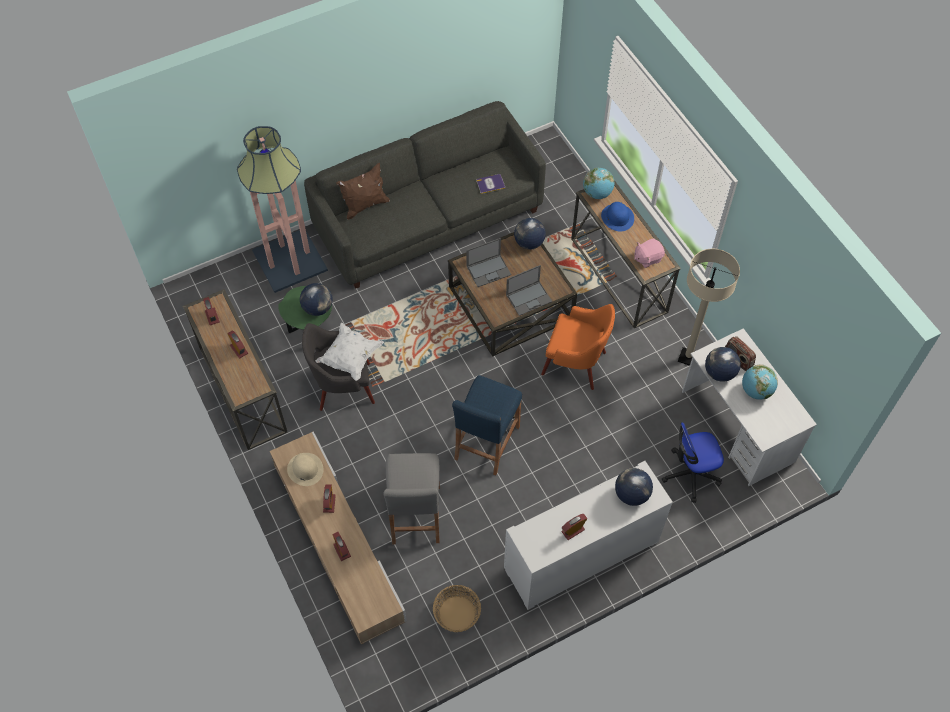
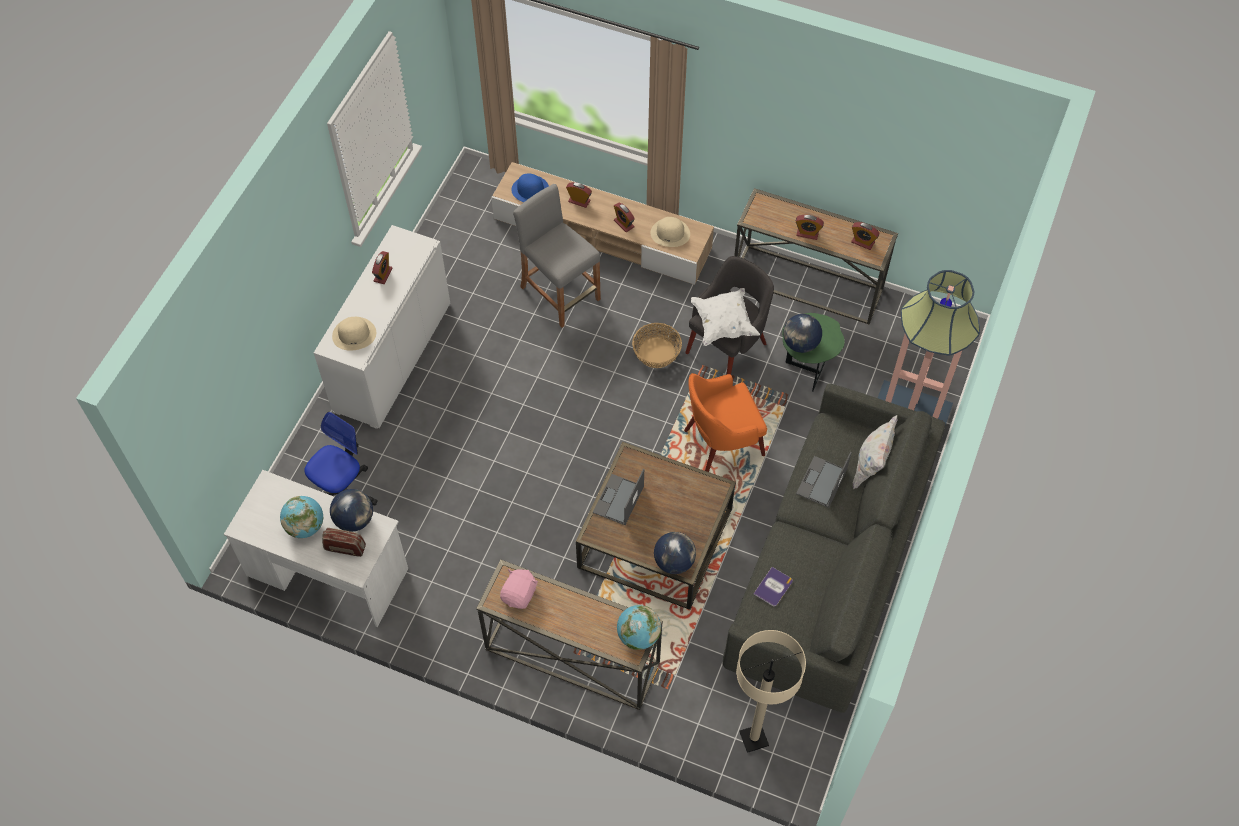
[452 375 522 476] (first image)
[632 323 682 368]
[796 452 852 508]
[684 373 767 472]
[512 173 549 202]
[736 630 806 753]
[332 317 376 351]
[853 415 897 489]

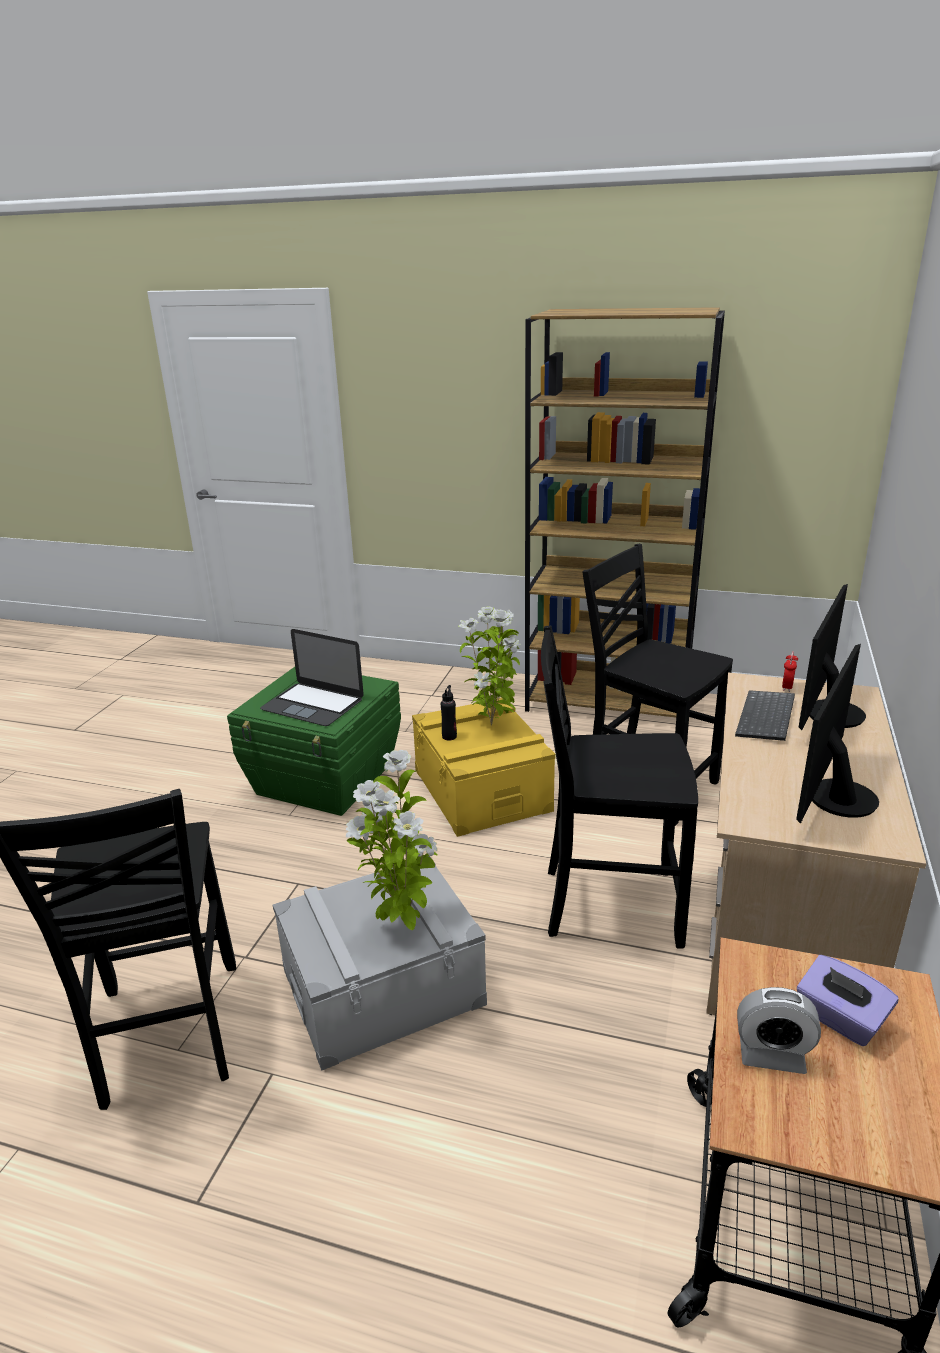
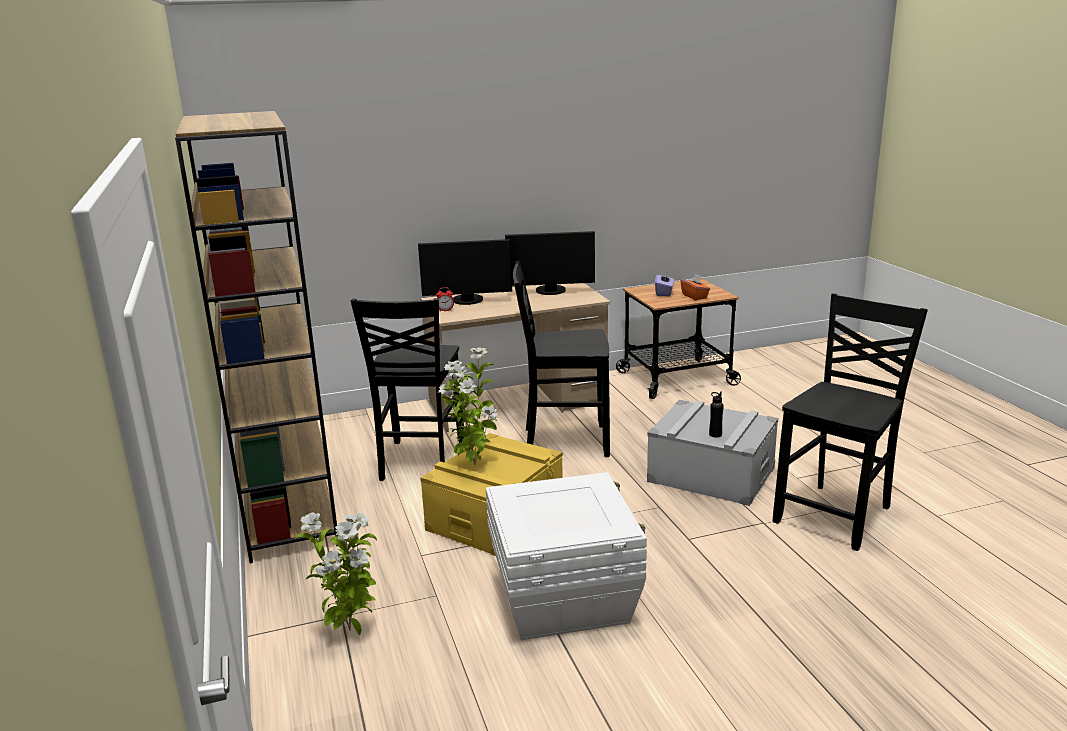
[260 629 364 726] (first image)
[735 690 795 741] (first image)
[295 513 377 635]
[709 391 724 438]
[680 273 710 300]
[486 472 647 640]
[513 261 610 457]

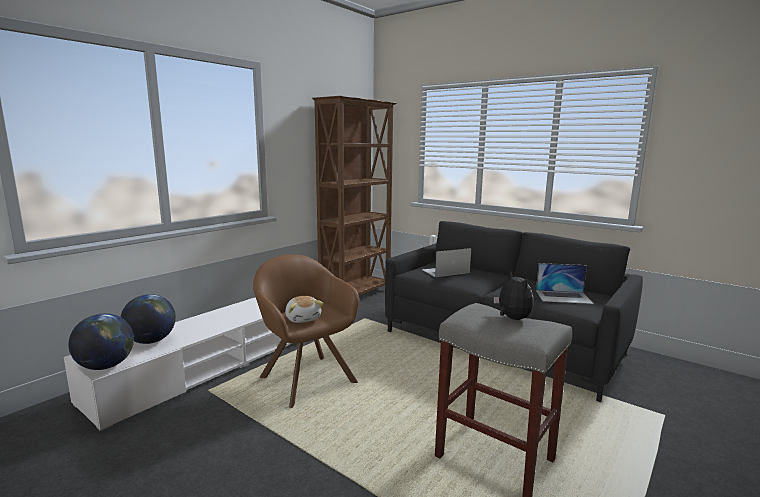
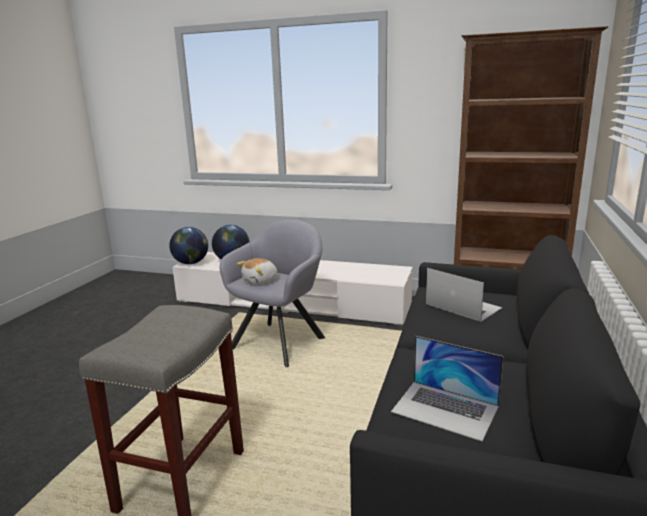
[494 271 534 320] (first image)
[220 220 325 367]
[391 336 503 441]

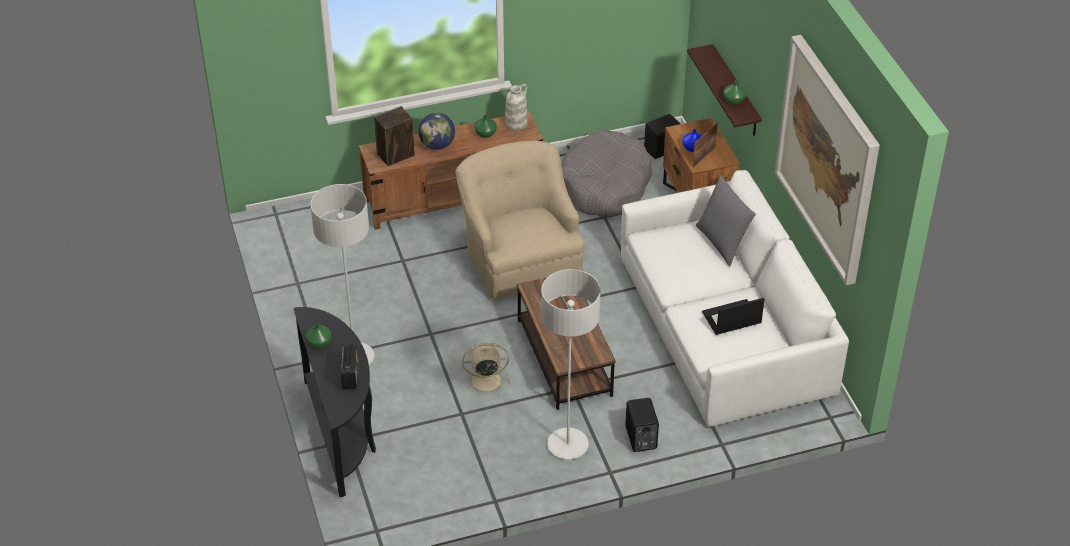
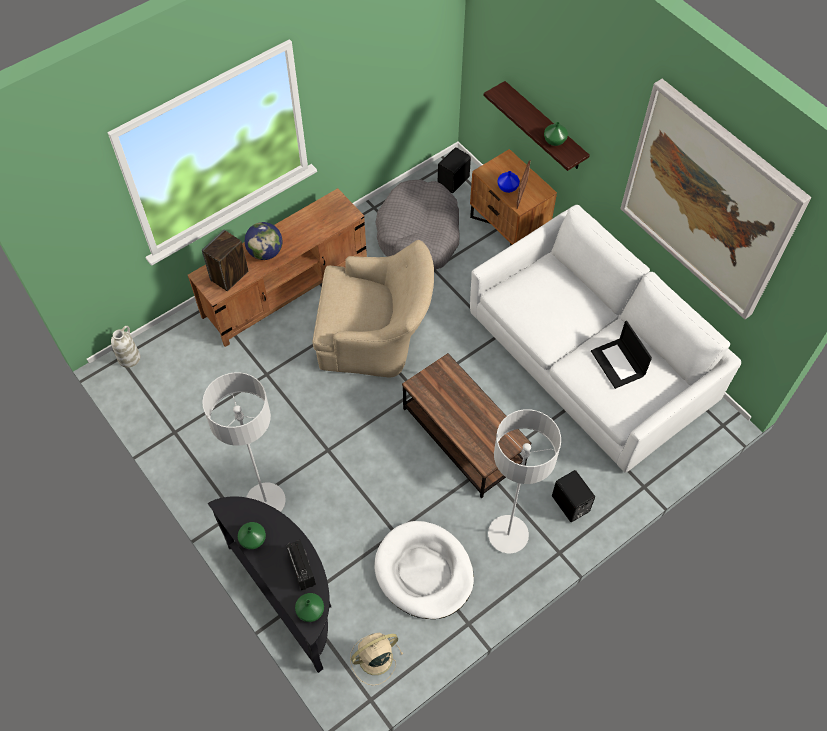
[696 175 756 267] (first image)
[374 521 474 619]
[350 632 403 686]
[295 593 324 622]
[111 326 140 368]
[313 240 434 378]
[591 321 652 389]

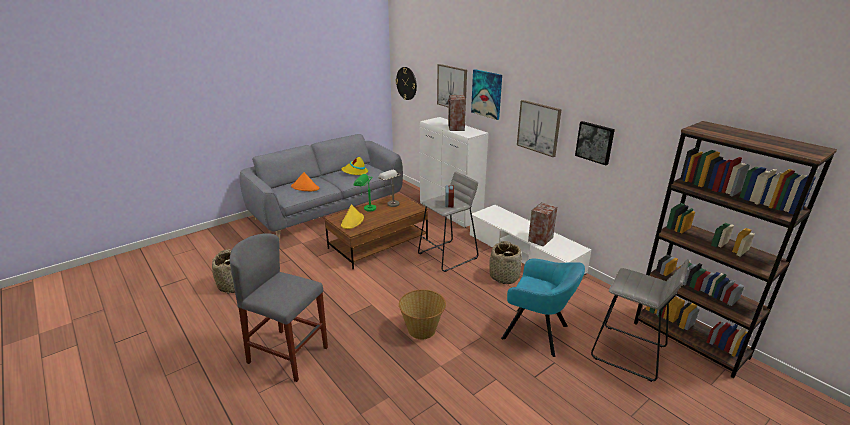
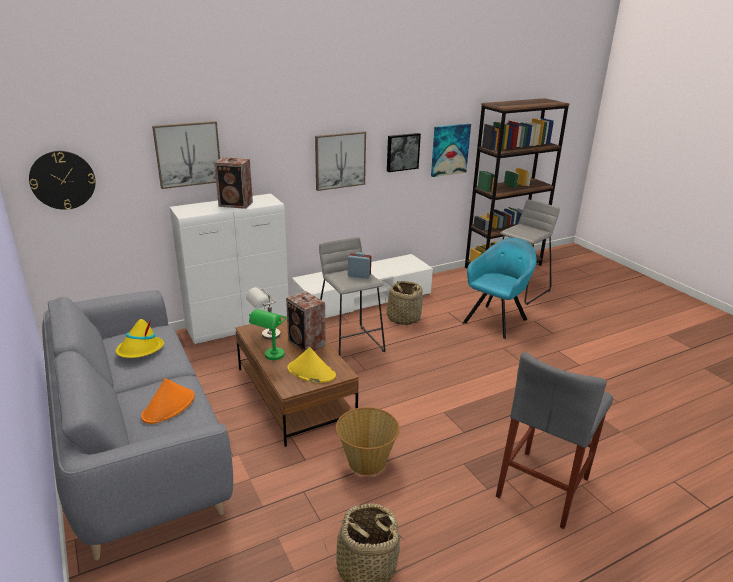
[336 407 400 476]
[431 124 471 177]
[286 291 326 352]

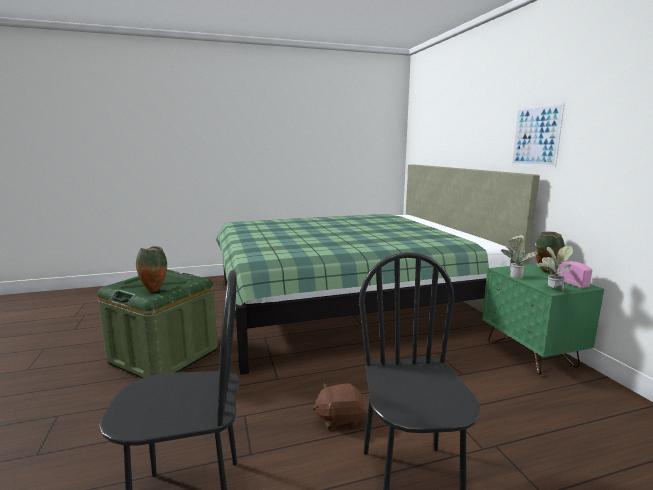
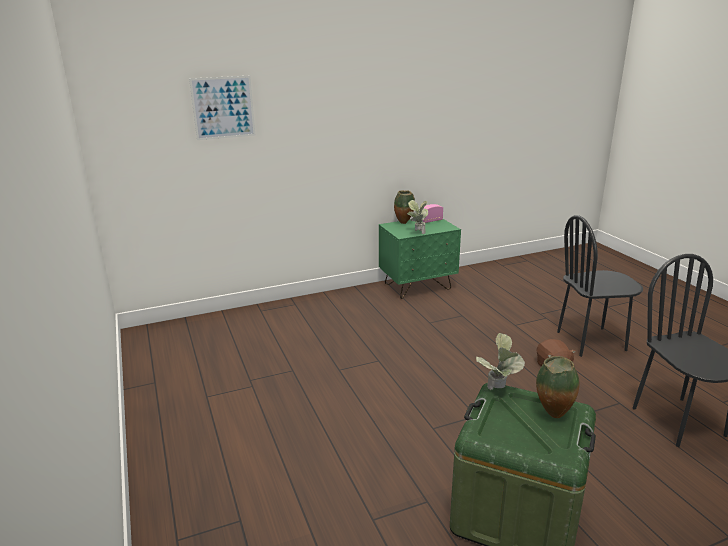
[216 164 540 375] (first image)
[189 76 255 140]
[476 333 525 390]

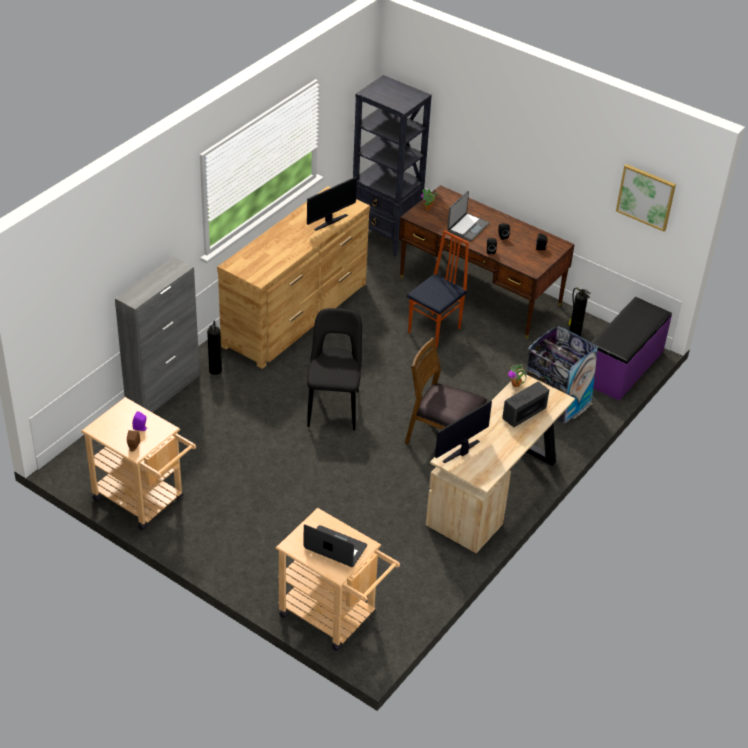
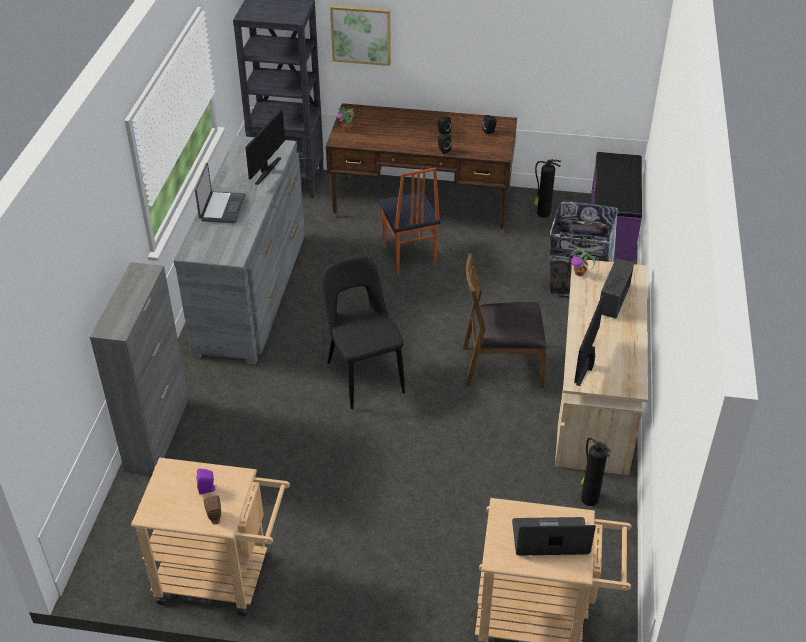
[581 437 611 506]
[195 163 245 223]
[330 5 391 66]
[173 136 305 365]
[378 167 441 274]

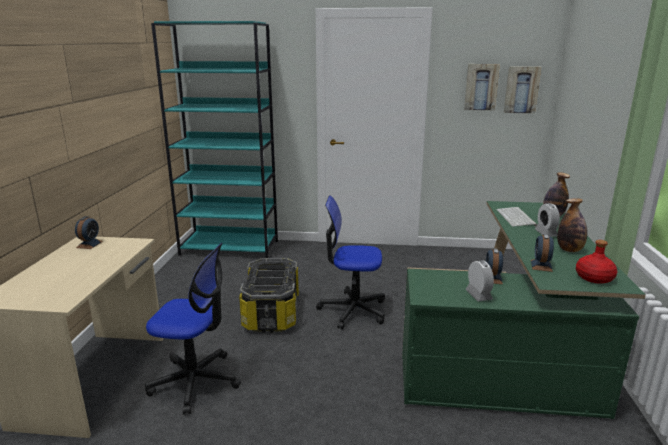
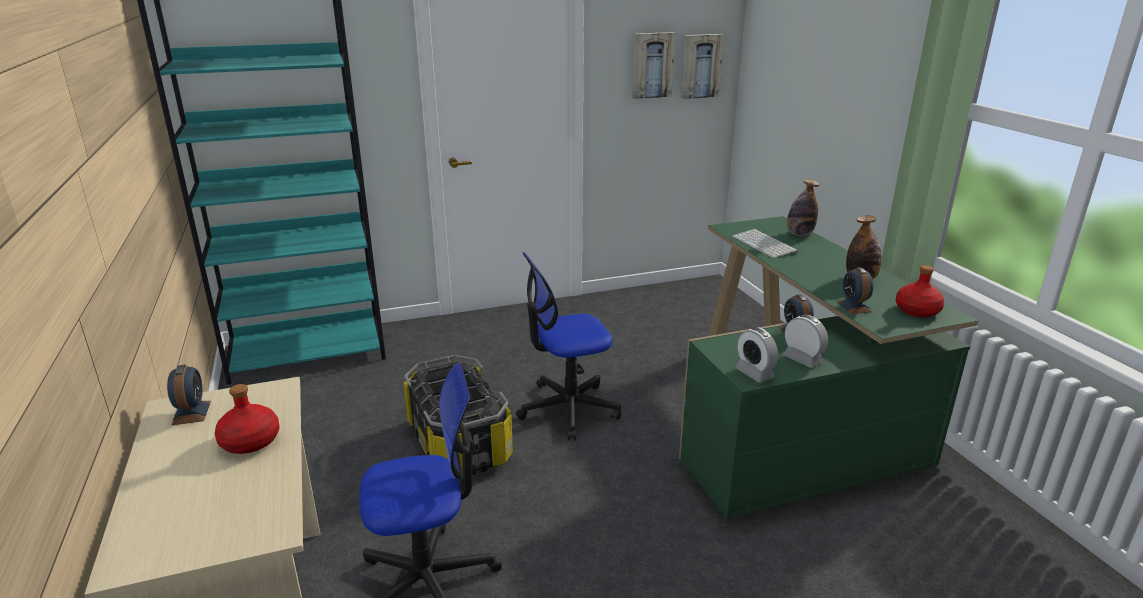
[215 384 279 454]
[735 328 778 383]

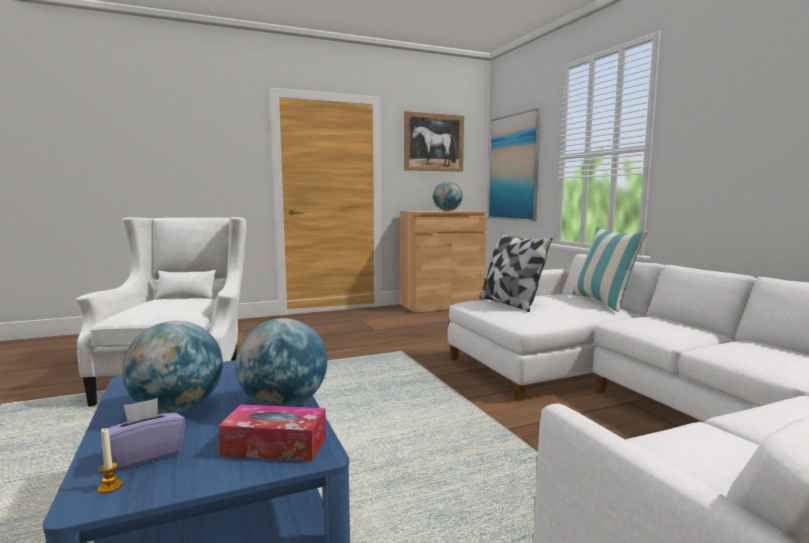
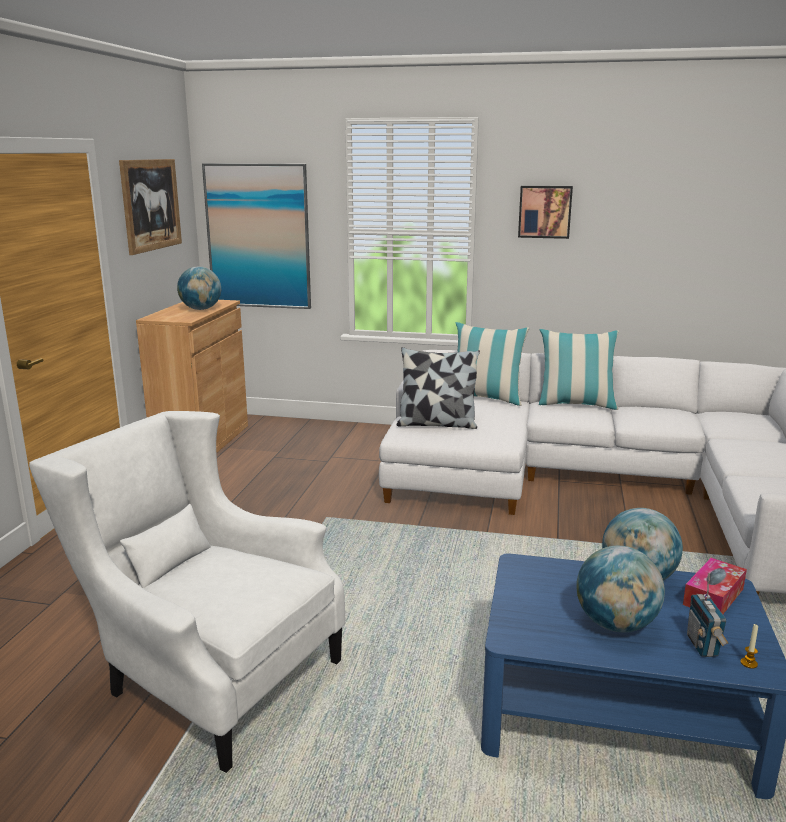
[518 186 573 239]
[539 329 619 410]
[687 573 729 657]

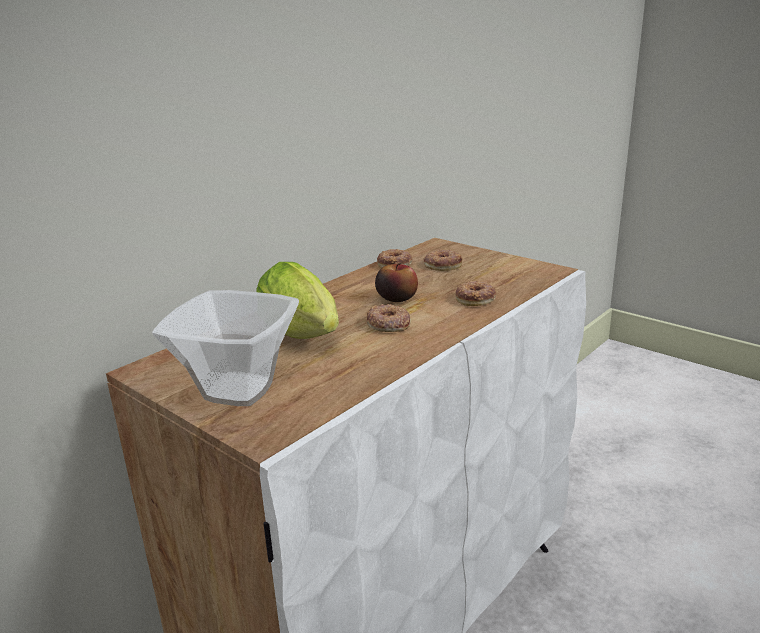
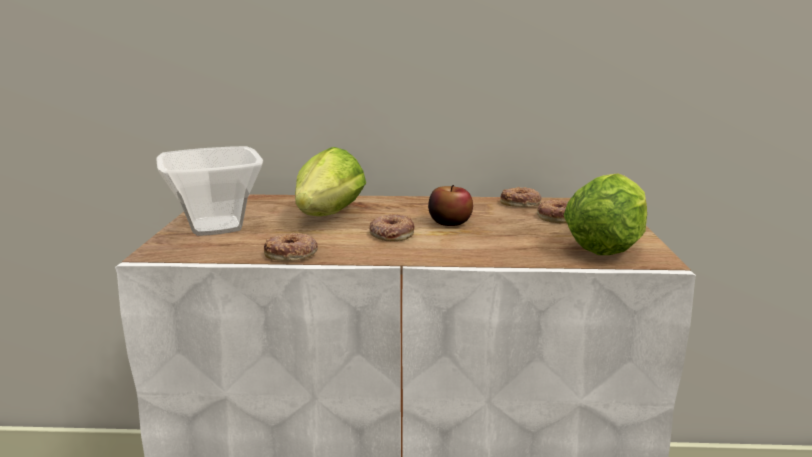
[564 173 647 255]
[264 232 318 261]

